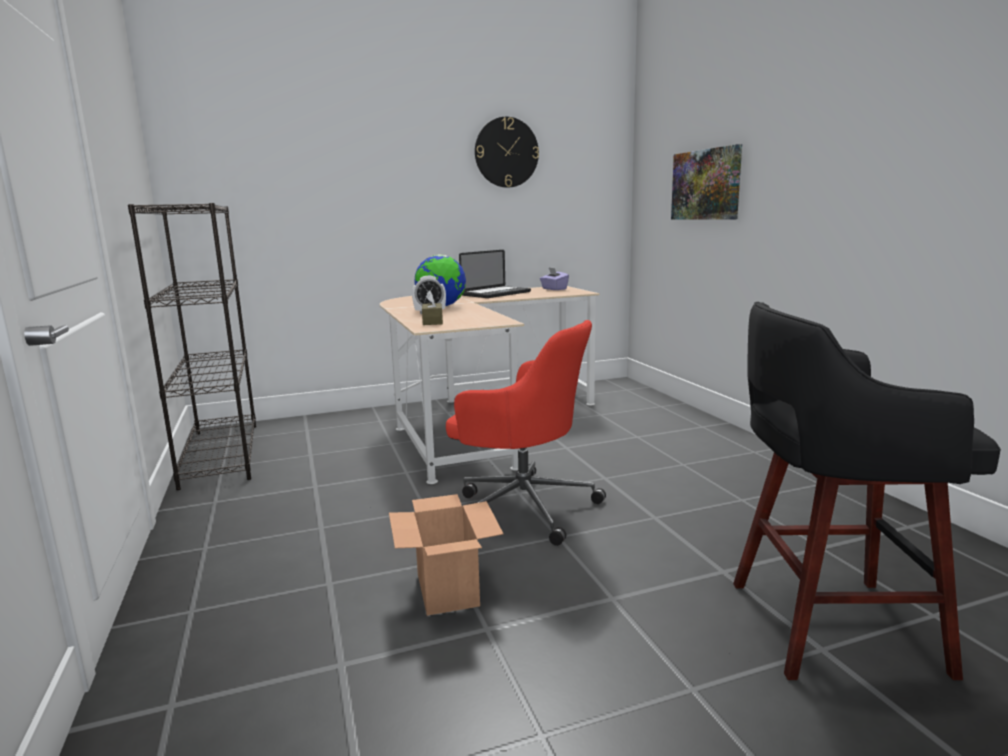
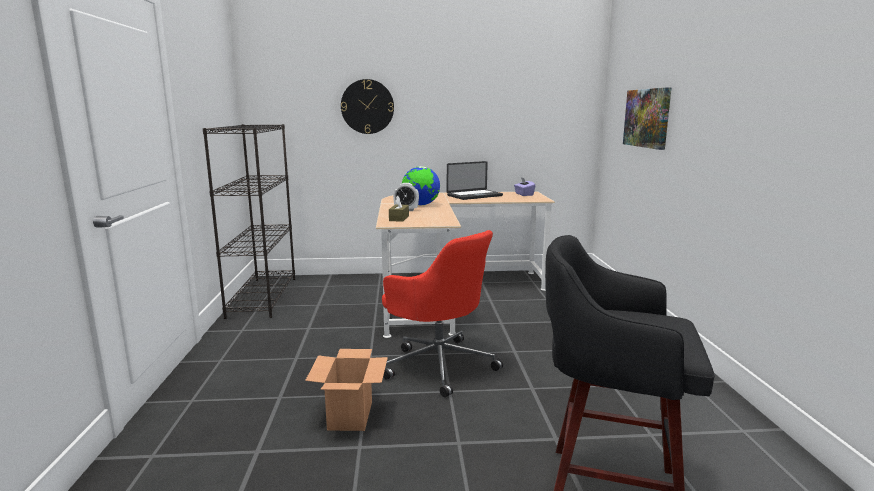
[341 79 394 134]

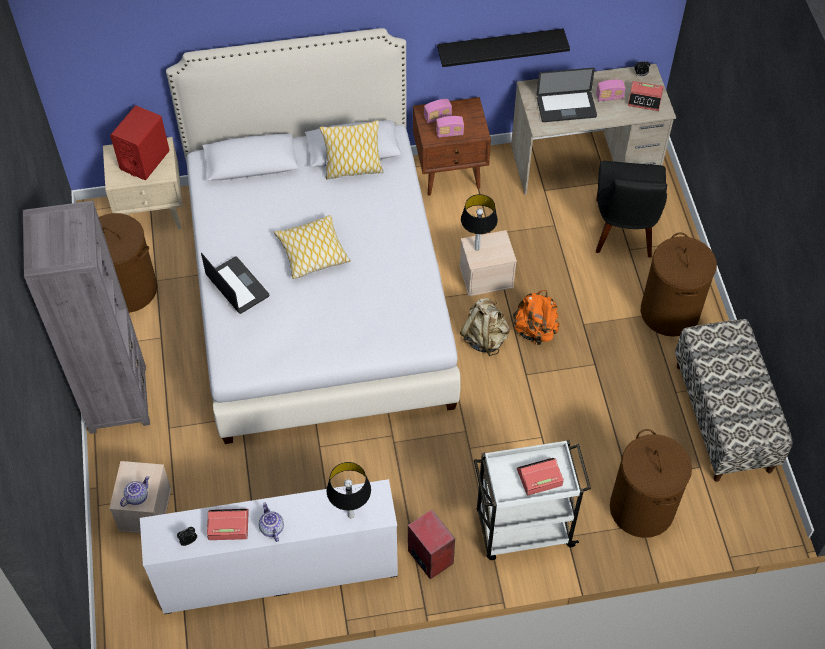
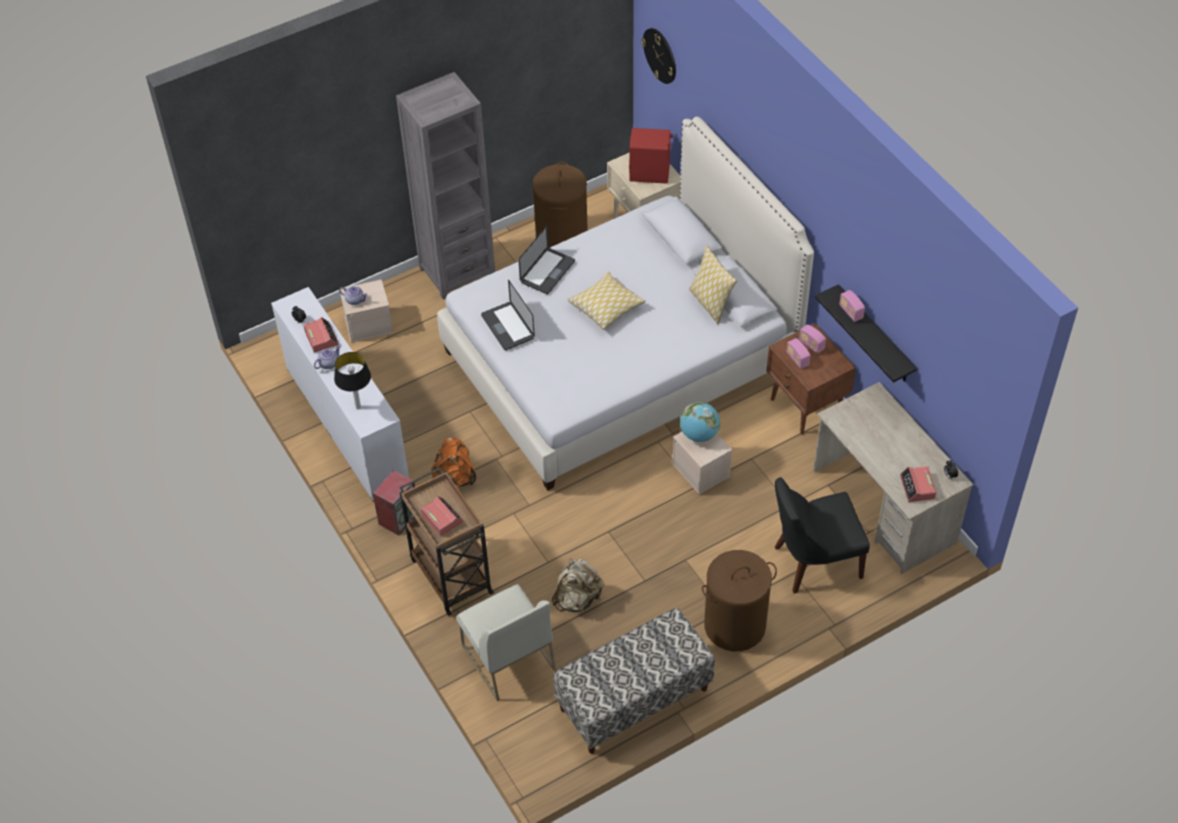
[641 28 676 84]
[552 559 604 612]
[431 437 476 487]
[481 280 535 350]
[839 290 865 322]
[680 402 720 442]
[457 584 556 701]
[399 468 494 616]

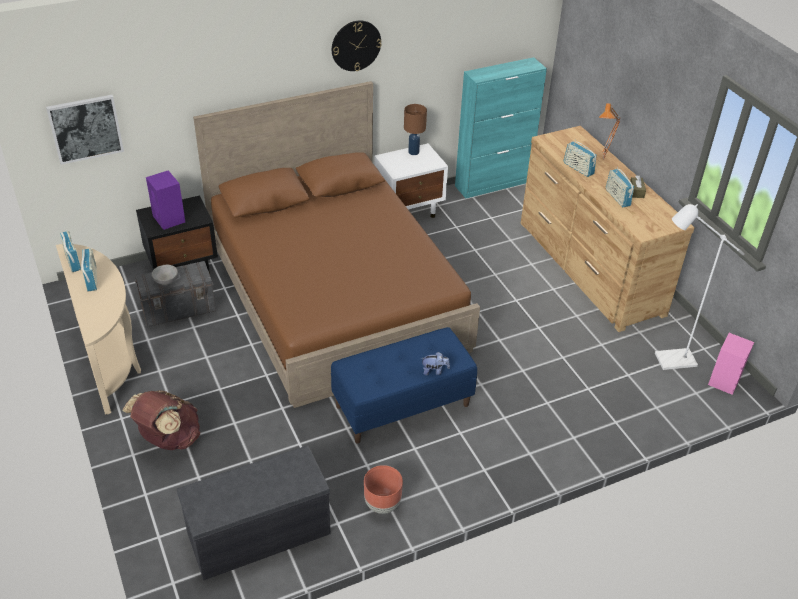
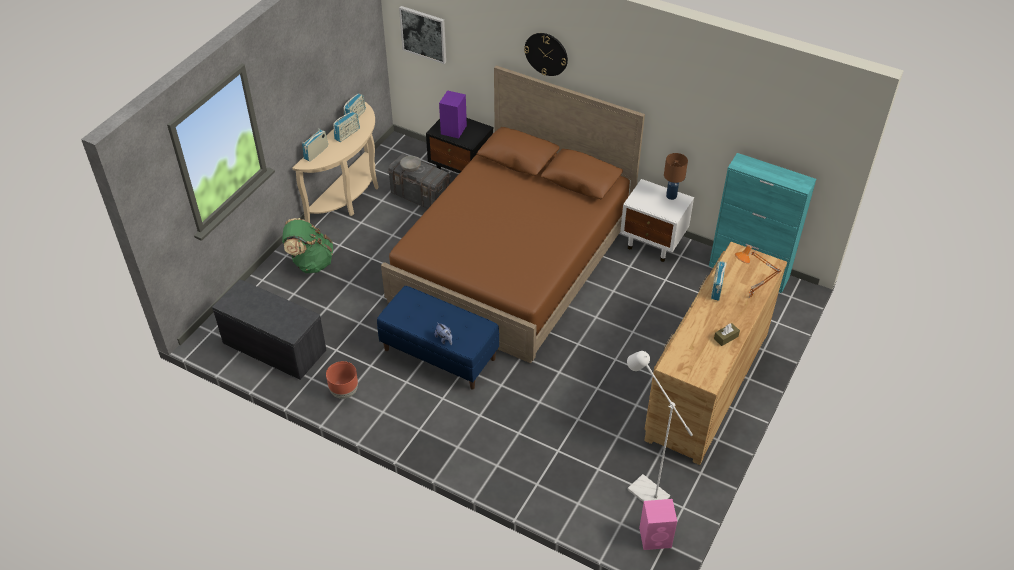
[524 33 568 76]
[302 128 328 161]
[282 218 333 273]

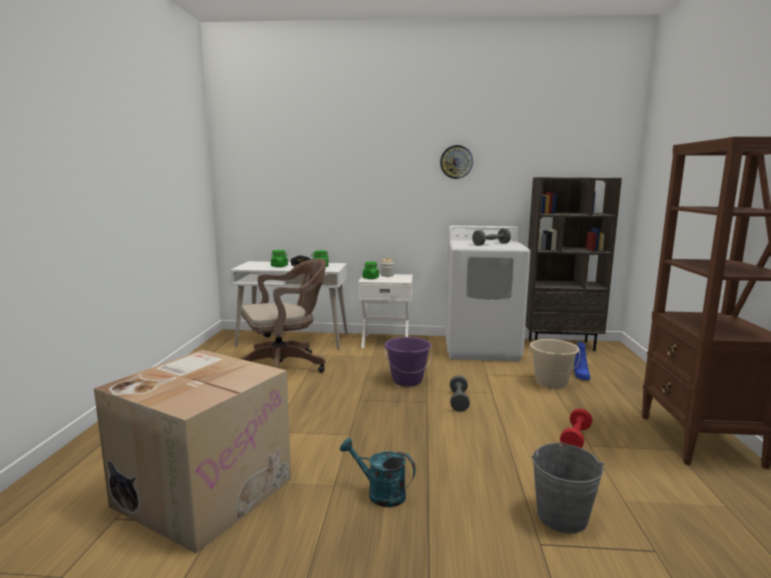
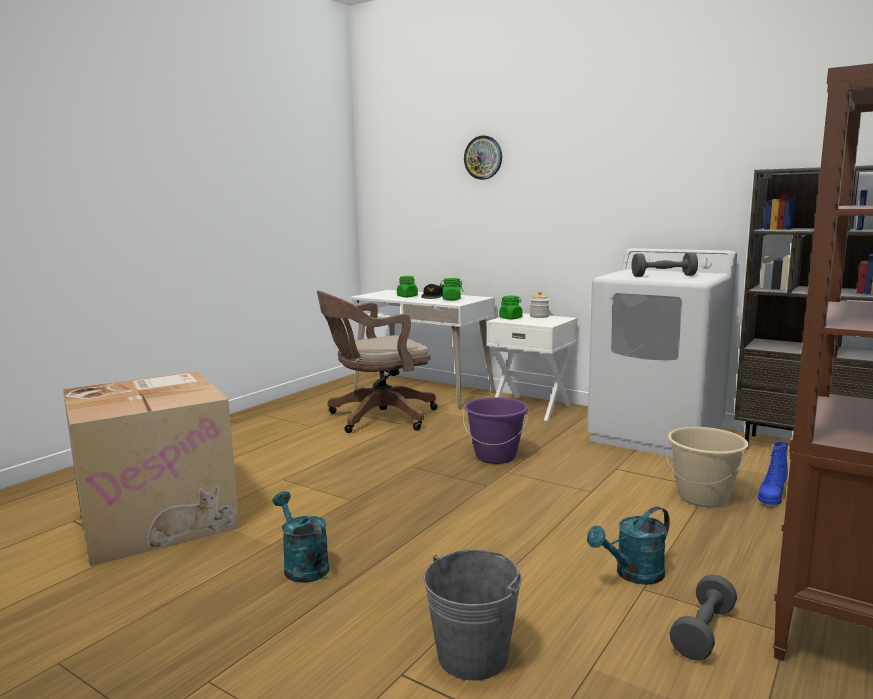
[464 135 502 180]
[669 574 737 661]
[587 506 670 585]
[317 291 438 433]

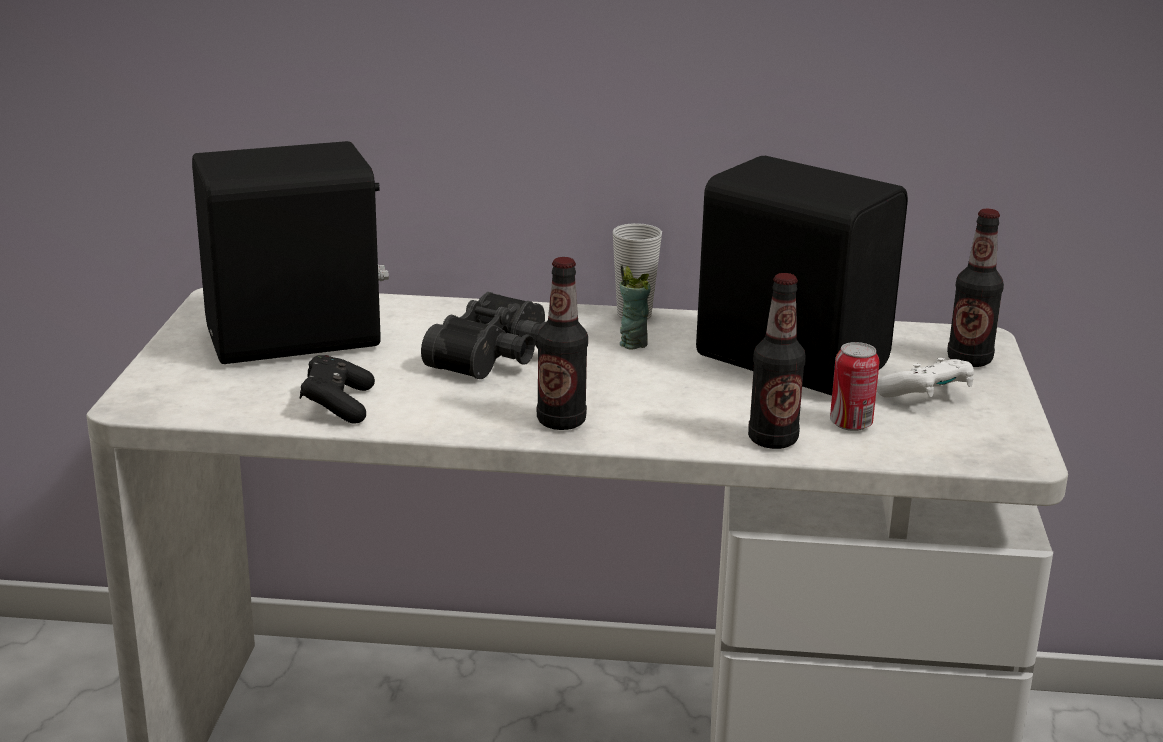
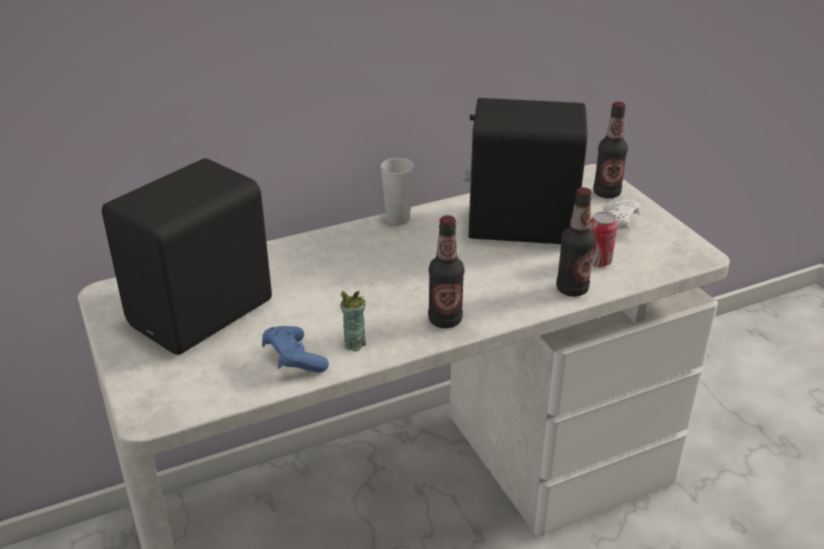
[421 292 546 379] (first image)
[340 291 366 351]
[262 326 329 373]

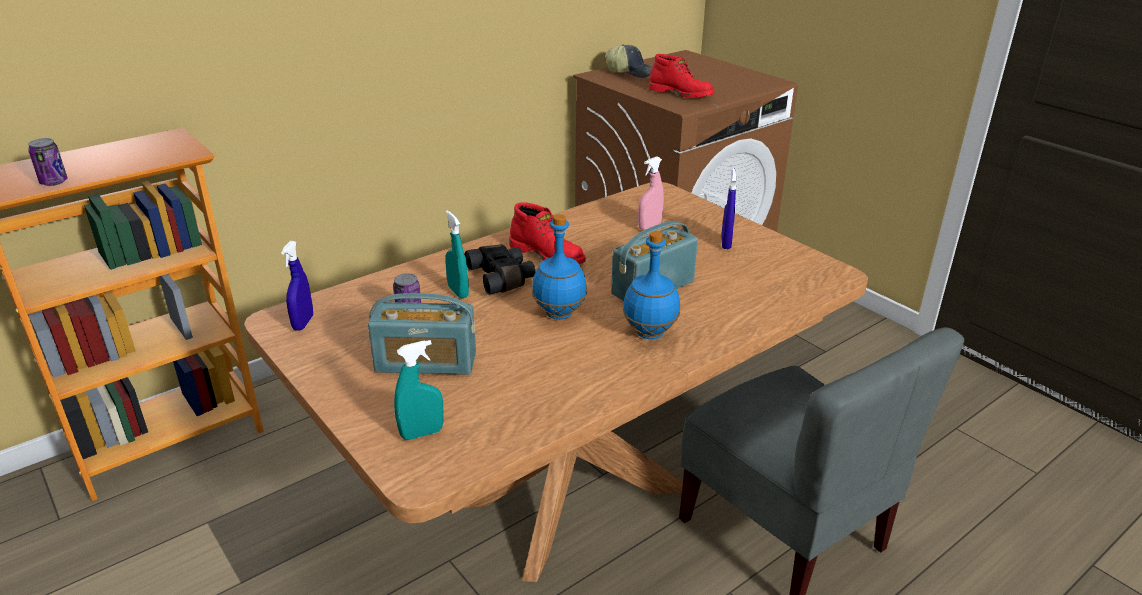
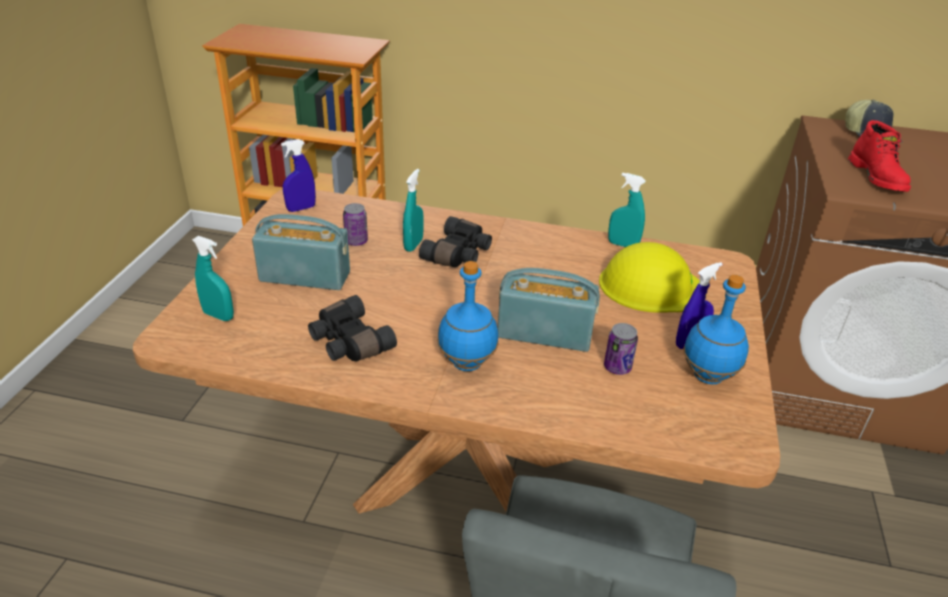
[509 202 586 264] (first image)
[308 295 397 361]
[608 173 646 247]
[604 323 638 375]
[683 275 749 384]
[599 242 700 313]
[252 214 350 290]

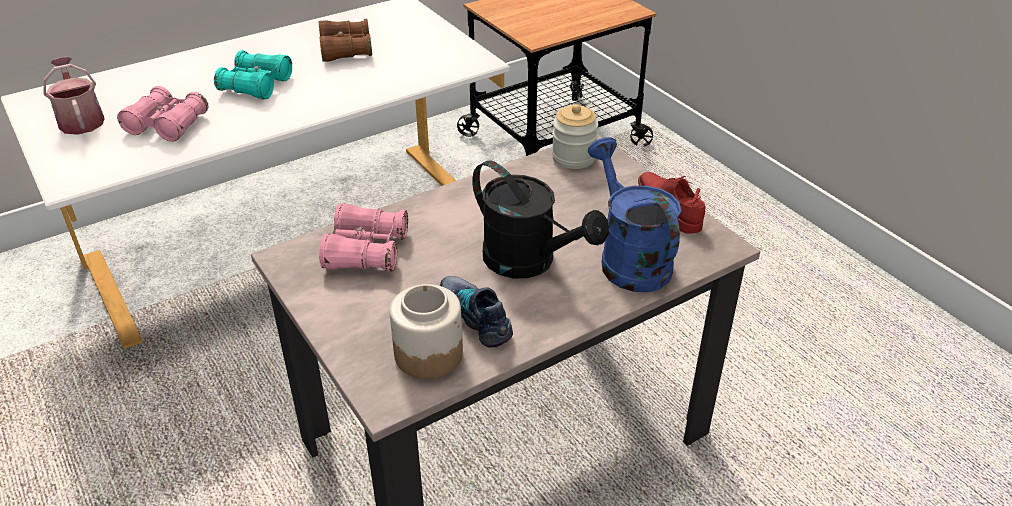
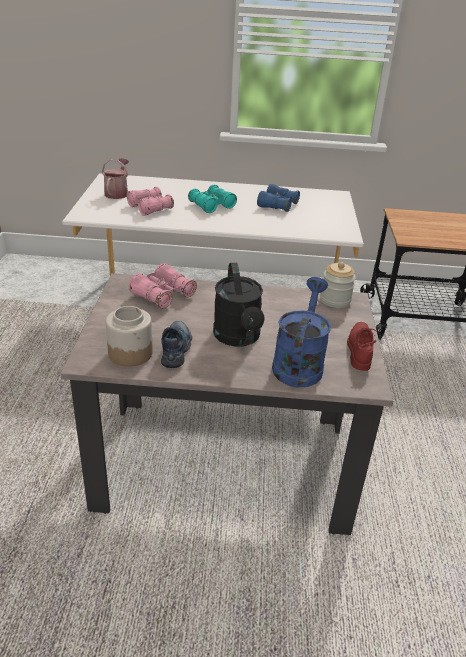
[257 184 300 212]

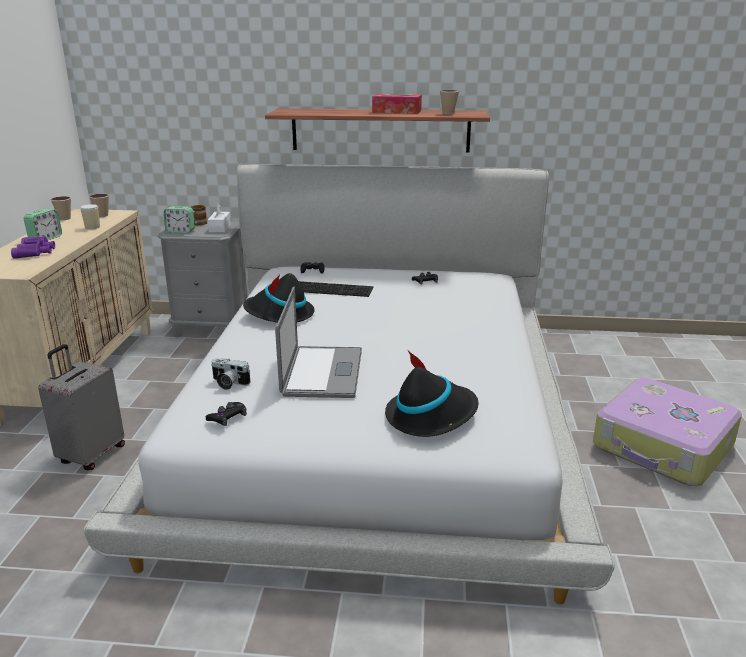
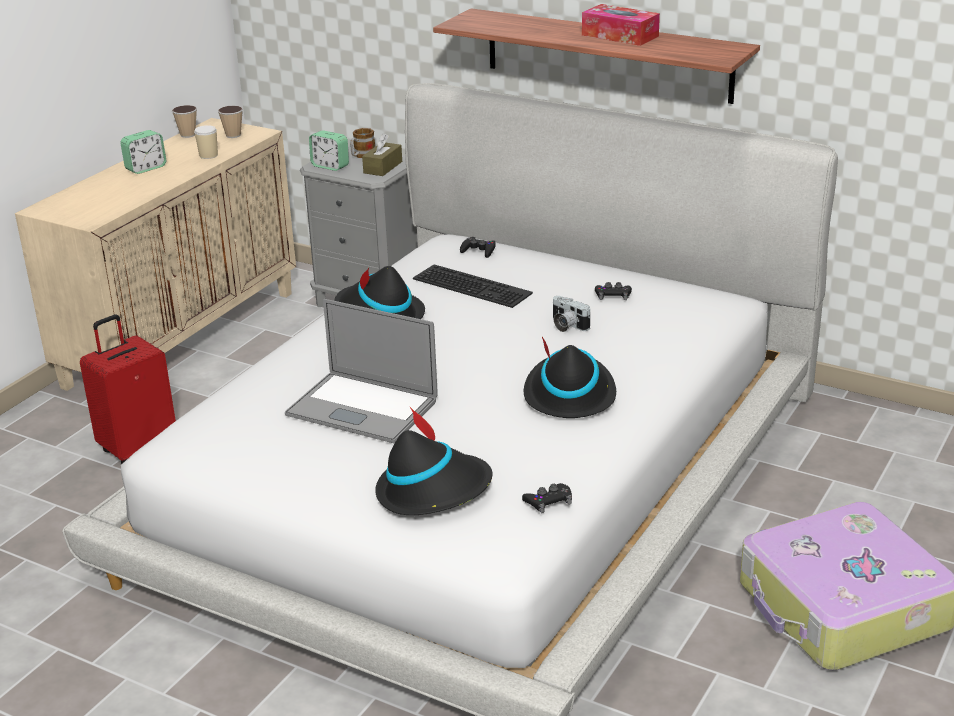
[11 236 55 259] (first image)
[440 90 459 114] (first image)
[524 337 616 418]
[522 483 572 513]
[553 296 590 332]
[80 315 176 464]
[362 133 402 176]
[285 299 438 443]

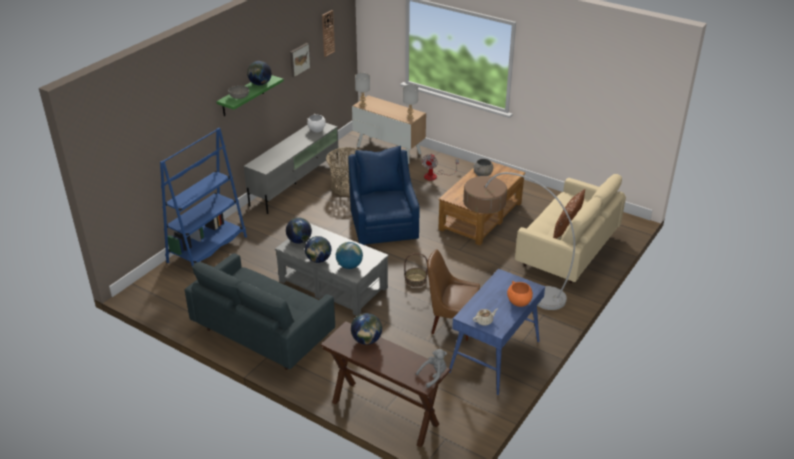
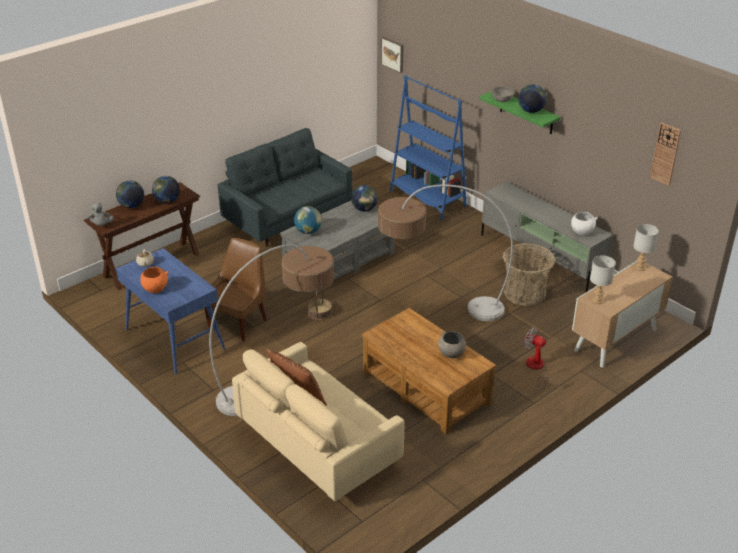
[381 37 404 73]
[116 181 144 208]
[378 184 513 321]

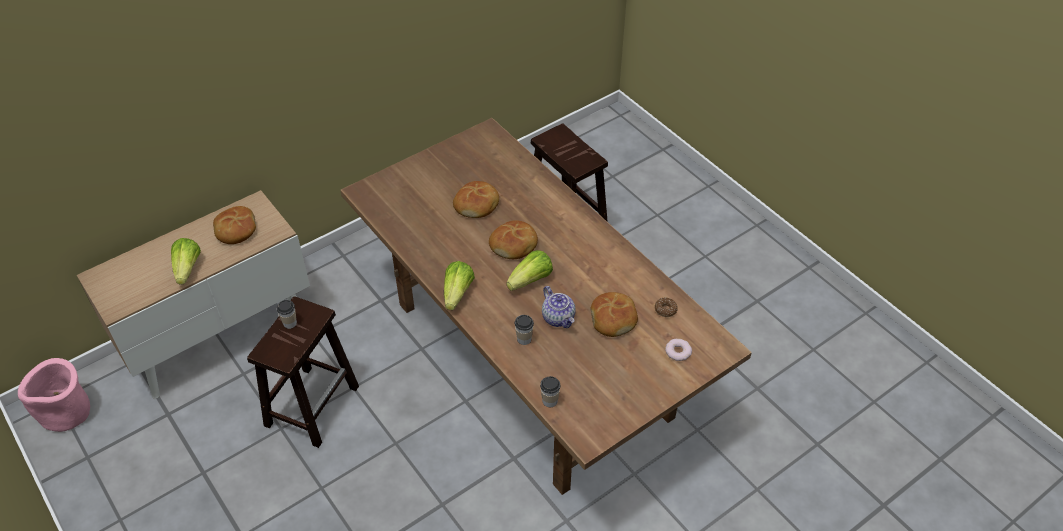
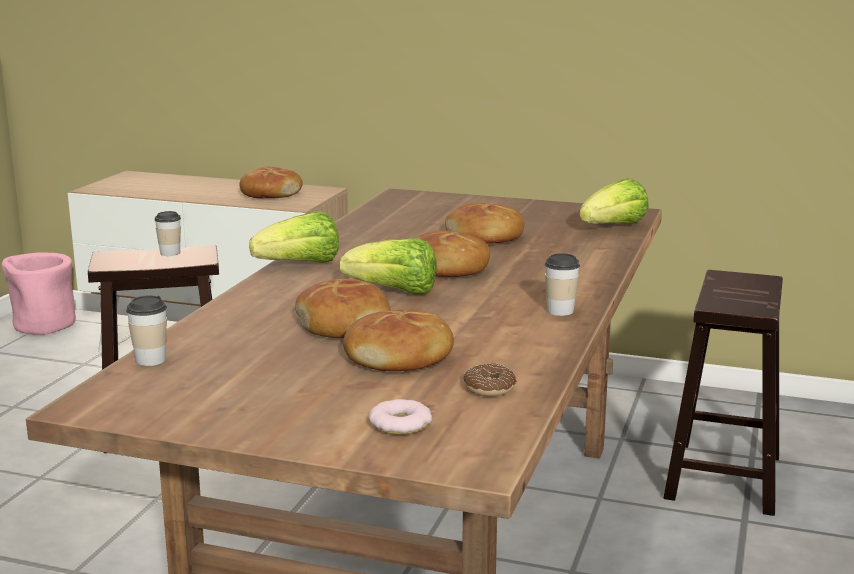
[580 178 649 224]
[544 253 580 316]
[295 279 390 338]

